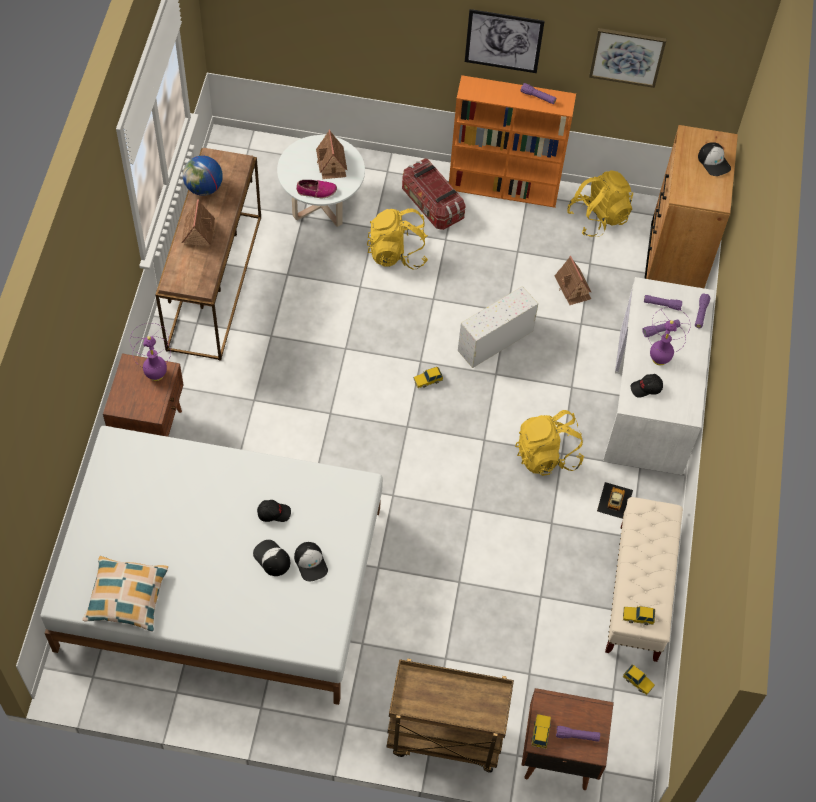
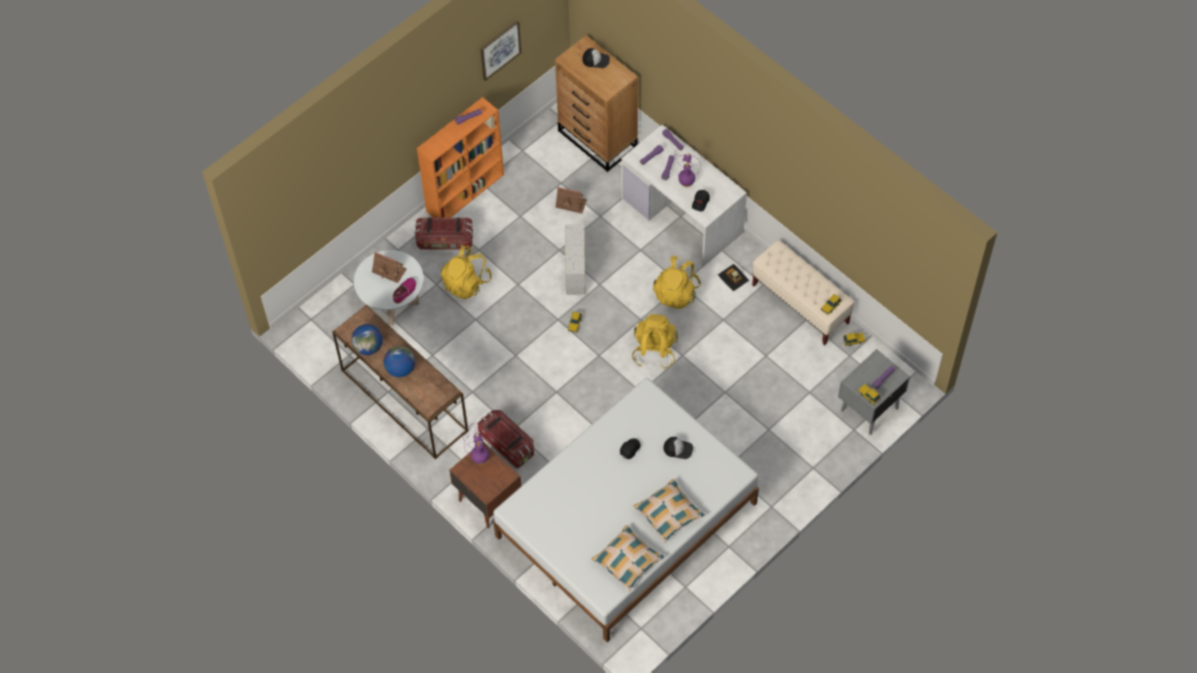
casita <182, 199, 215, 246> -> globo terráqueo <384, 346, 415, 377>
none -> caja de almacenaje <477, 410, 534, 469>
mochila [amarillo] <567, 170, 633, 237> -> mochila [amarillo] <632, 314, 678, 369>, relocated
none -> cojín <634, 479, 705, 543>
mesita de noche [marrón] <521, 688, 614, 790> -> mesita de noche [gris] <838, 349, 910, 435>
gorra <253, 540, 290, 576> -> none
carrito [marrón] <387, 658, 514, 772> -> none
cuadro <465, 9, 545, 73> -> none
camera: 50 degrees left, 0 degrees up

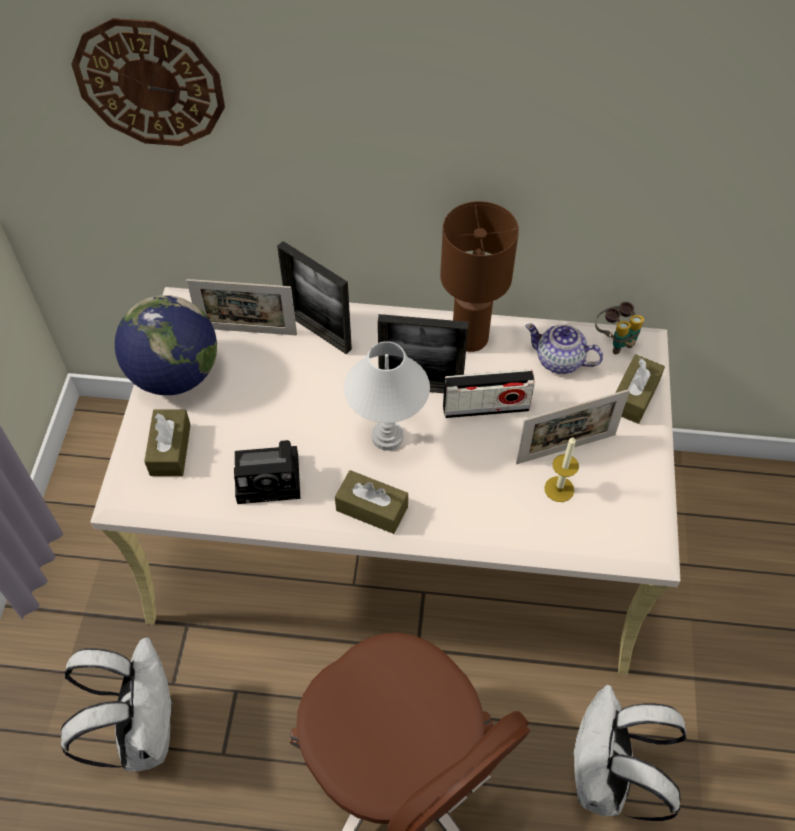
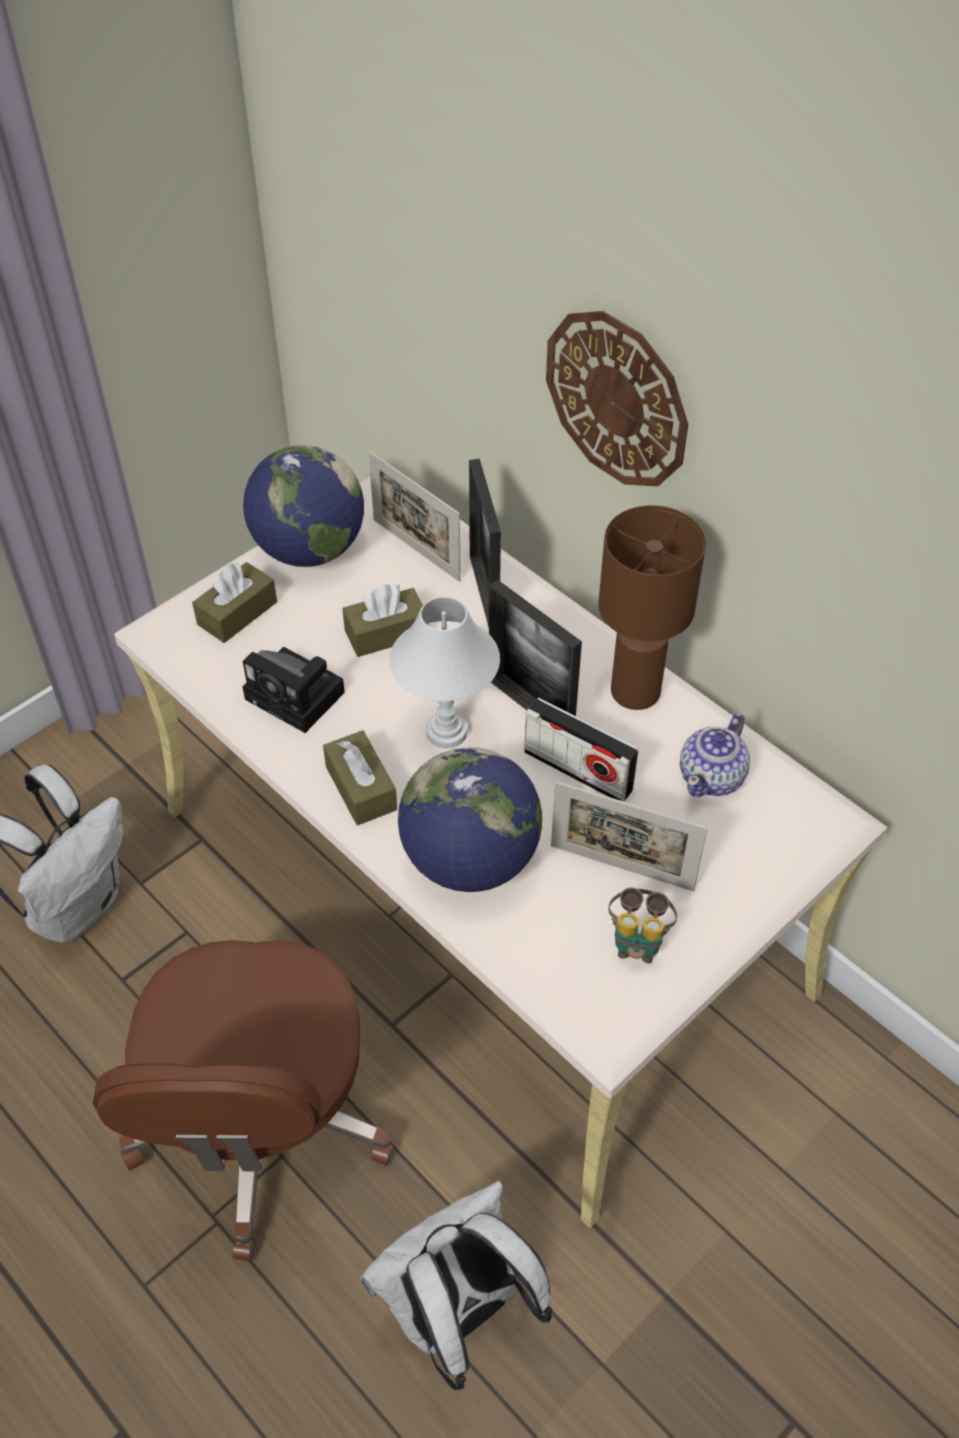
caja de pañuelos [marrón] <615, 354, 665, 424> -> caja de pañuelos [marrón] <342, 584, 428, 657>, relocated
none -> globo terráqueo <398, 747, 542, 892>
reloj de pared <71, 18, 225, 146> -> reloj de pared <546, 311, 688, 486>, relocated
prismáticos <595, 302, 644, 354> -> prismáticos <608, 887, 677, 963>, relocated
tetera <525, 324, 603, 374> -> tetera <680, 713, 750, 797>, 120 degrees counterclockwise
vela <544, 436, 579, 502> -> none
camera: 40 degrees right, 5 degrees down

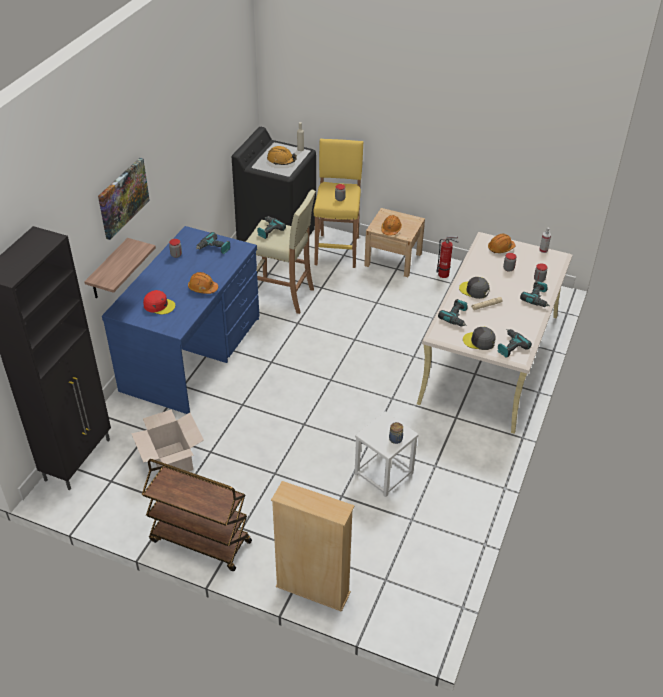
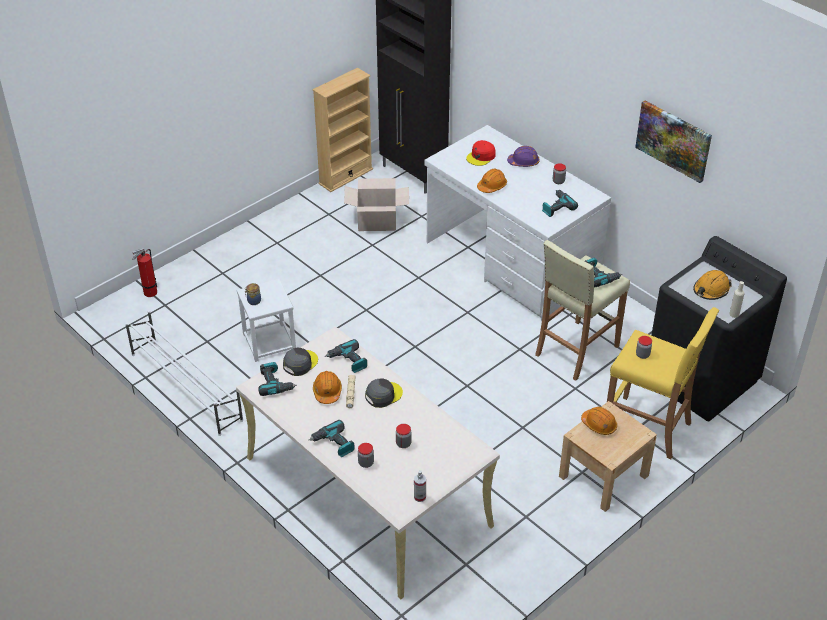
none -> zapatero [blanco] <125, 310, 243, 436>
extintor <436, 236, 458, 278> -> extintor <132, 248, 157, 297>, relocated
estantería [beis] <271, 481, 354, 612> -> estantería [beis] <312, 68, 373, 192>, relocated
casco [naranja] <488, 234, 515, 253> -> casco [naranja] <313, 371, 342, 404>, relocated
escritorio [azul] <102, 226, 259, 414> -> escritorio [blanco] <425, 125, 611, 321>
none -> casco [morado] <507, 146, 540, 167>
cuadro <98, 158, 150, 240> -> cuadro <635, 101, 712, 183>, relocated
estante <84, 238, 156, 298> -> none
carrito [marrón] <142, 459, 252, 571> -> none
camera: 115 degrees right, 0 degrees up

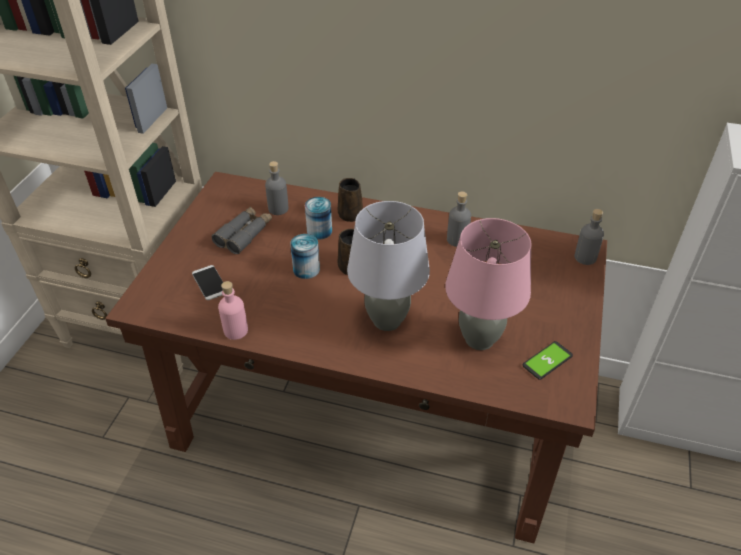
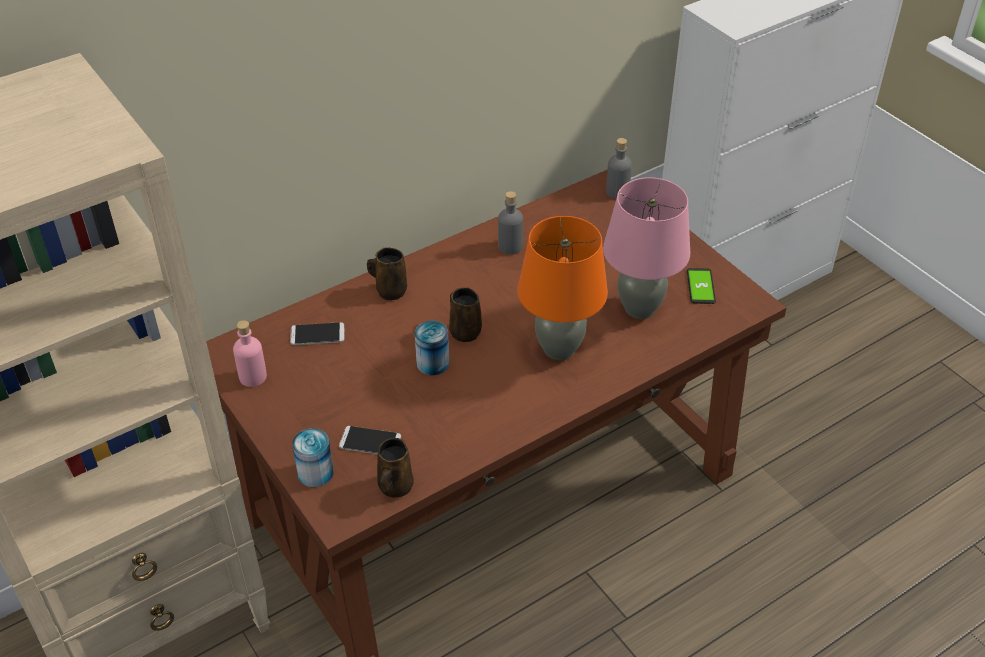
botella [rosa] <218, 281, 248, 340> -> botella [rosa] <233, 320, 267, 387>, relocated
botella [gris] <265, 161, 289, 215> -> móvil <290, 322, 344, 345>
lata <305, 197, 332, 240> -> lata <292, 428, 334, 487>, relocated
none -> taza grande [marrón] <377, 438, 414, 498>
lámpara de mesa [gris] <347, 201, 430, 331> -> lámpara de mesa [naranja] <518, 216, 608, 360>
prismáticos [gris] <212, 206, 272, 254> -> none
camera: 50 degrees left, 0 degrees up

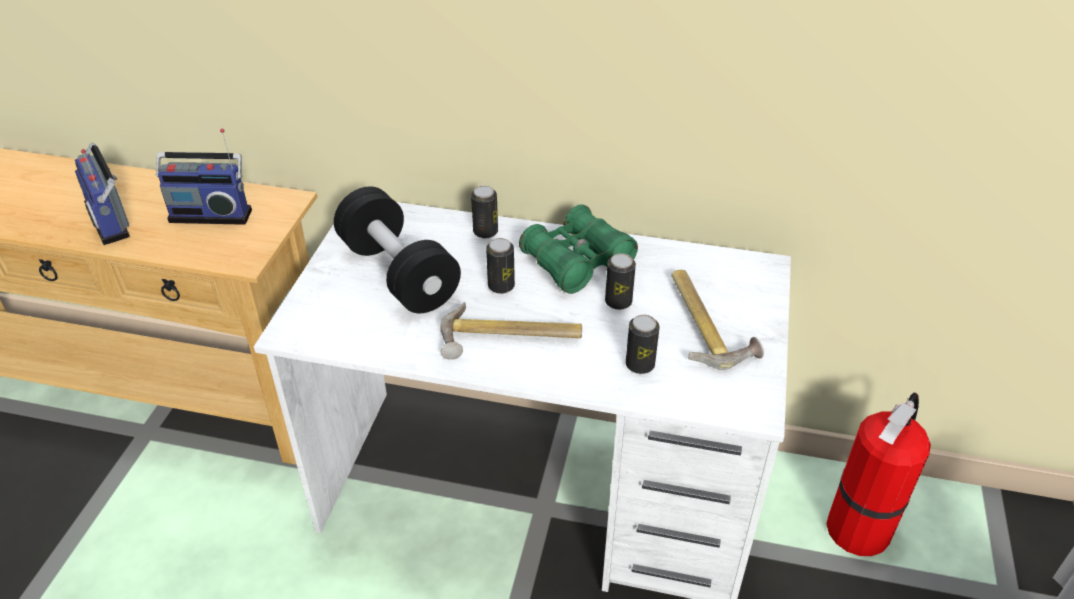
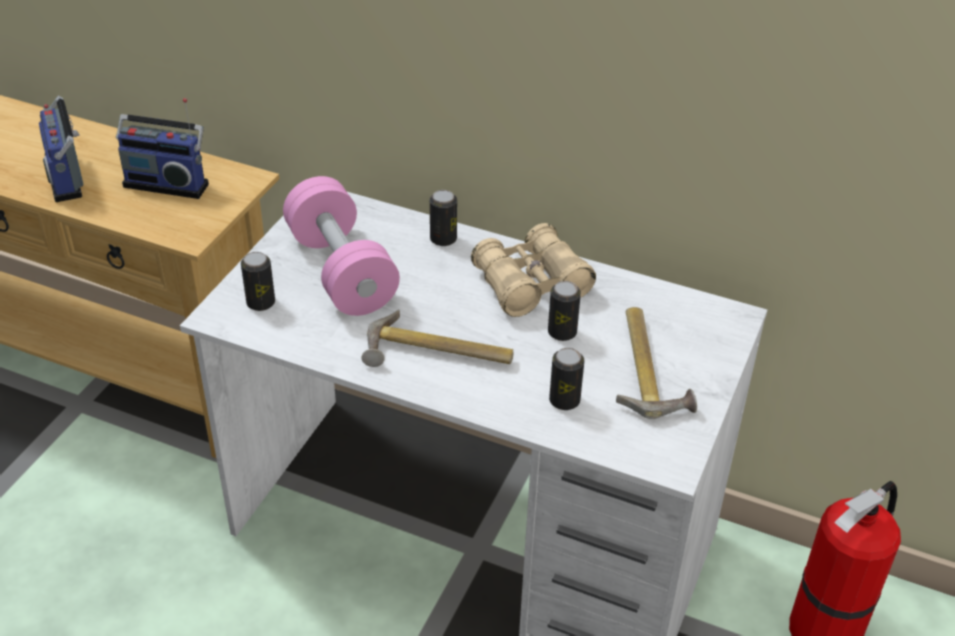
lata <486, 238, 515, 294> -> lata <241, 252, 275, 311>, relocated
mancuerna [negro] <334, 186, 461, 313> -> mancuerna [rosa] <283, 176, 400, 316>
prismáticos [verde] <519, 204, 638, 294> -> prismáticos [beis] <471, 223, 596, 317>
camera: 10 degrees right, 0 degrees up

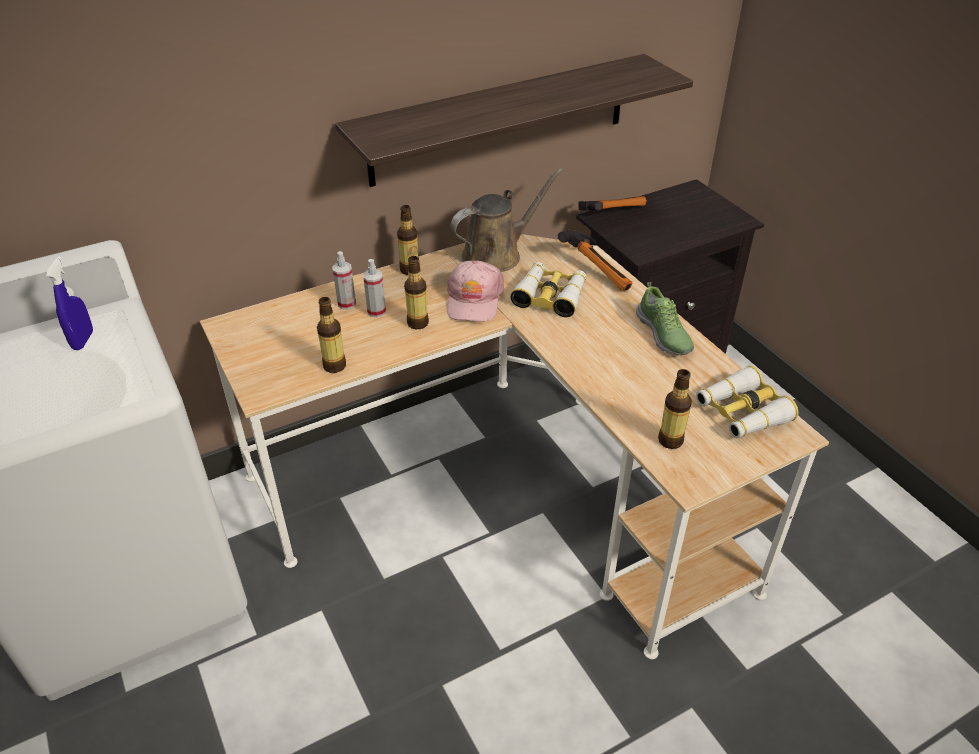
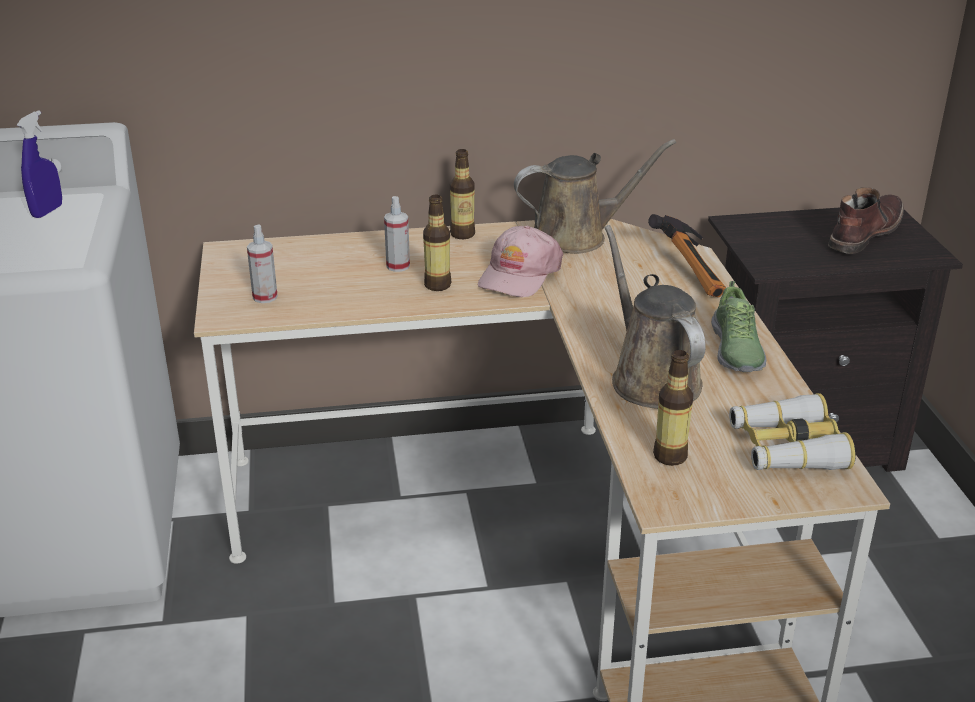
pulverizador <332, 251, 356, 309> -> pulverizador <247, 224, 278, 303>, relocated
none -> regadera [marrón] <604, 225, 705, 409>
none -> bota [marrón] <828, 187, 904, 254>
botella <317, 297, 346, 373> -> none
estante <335, 54, 693, 187> -> none
prismáticos <510, 262, 587, 317> -> none
martillo <578, 196, 647, 211> -> none
camera: 20 degrees right, 10 degrees down

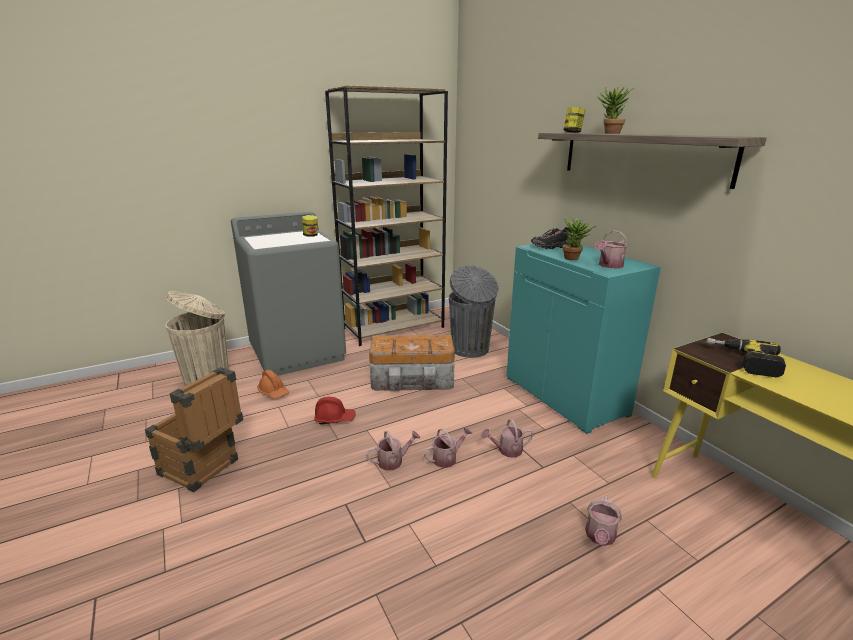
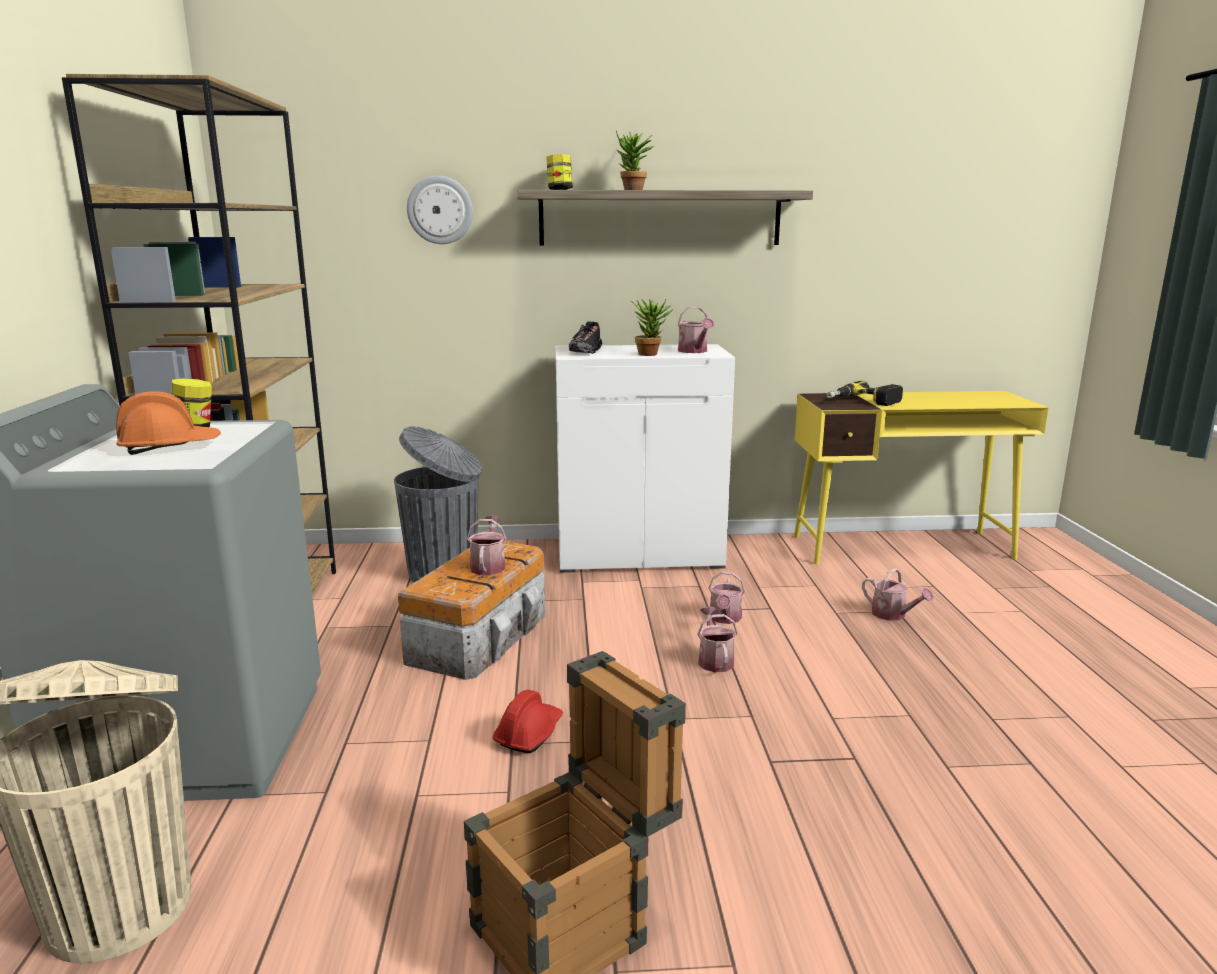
casco [naranja] <257, 370, 289, 399> -> casco [naranja] <116, 391, 221, 455>, relocated
none -> reloj de pared <407, 176, 473, 244>
regadera <366, 431, 420, 471> -> regadera <467, 516, 506, 575>, relocated
armario [turquesa] <506, 244, 661, 434> -> armario [blanco] <555, 344, 735, 573>
camera: 65 degrees left, 5 degrees down

